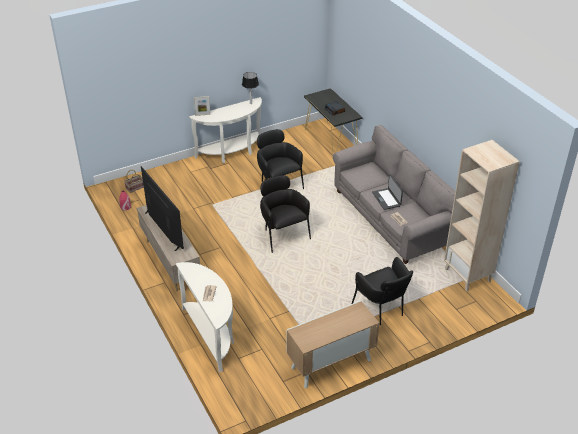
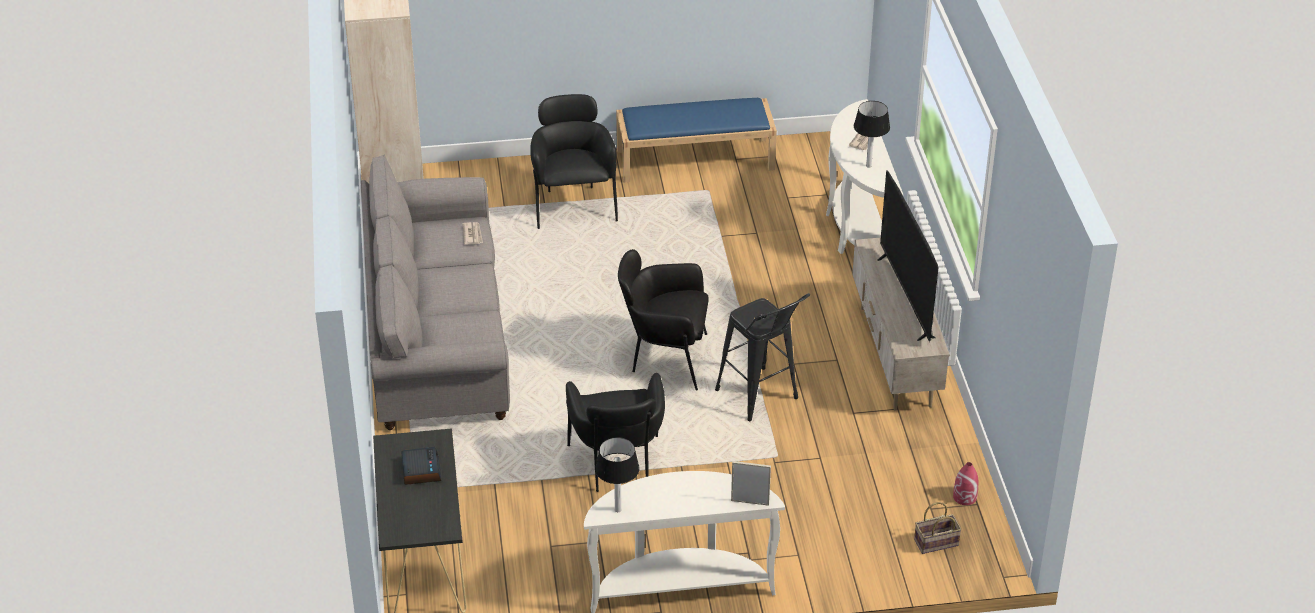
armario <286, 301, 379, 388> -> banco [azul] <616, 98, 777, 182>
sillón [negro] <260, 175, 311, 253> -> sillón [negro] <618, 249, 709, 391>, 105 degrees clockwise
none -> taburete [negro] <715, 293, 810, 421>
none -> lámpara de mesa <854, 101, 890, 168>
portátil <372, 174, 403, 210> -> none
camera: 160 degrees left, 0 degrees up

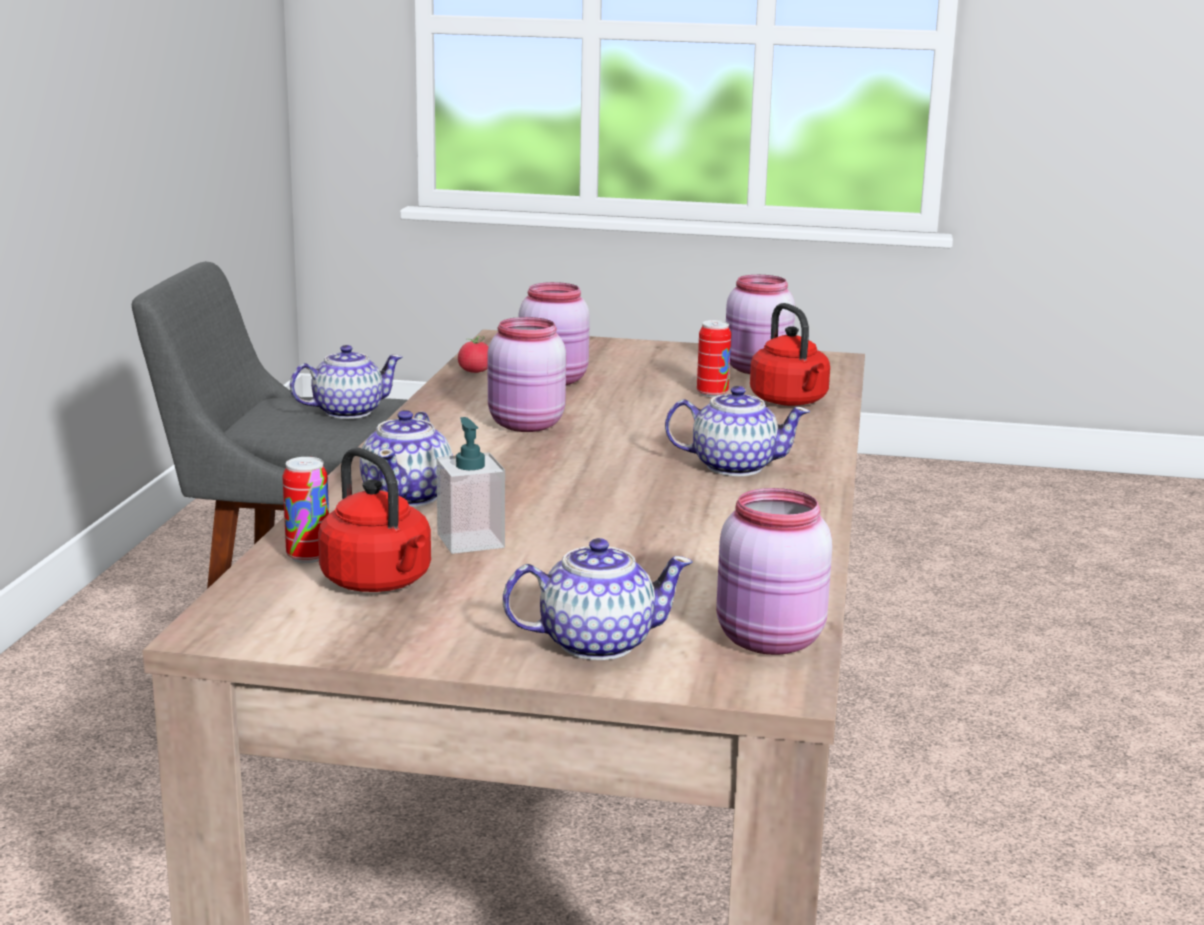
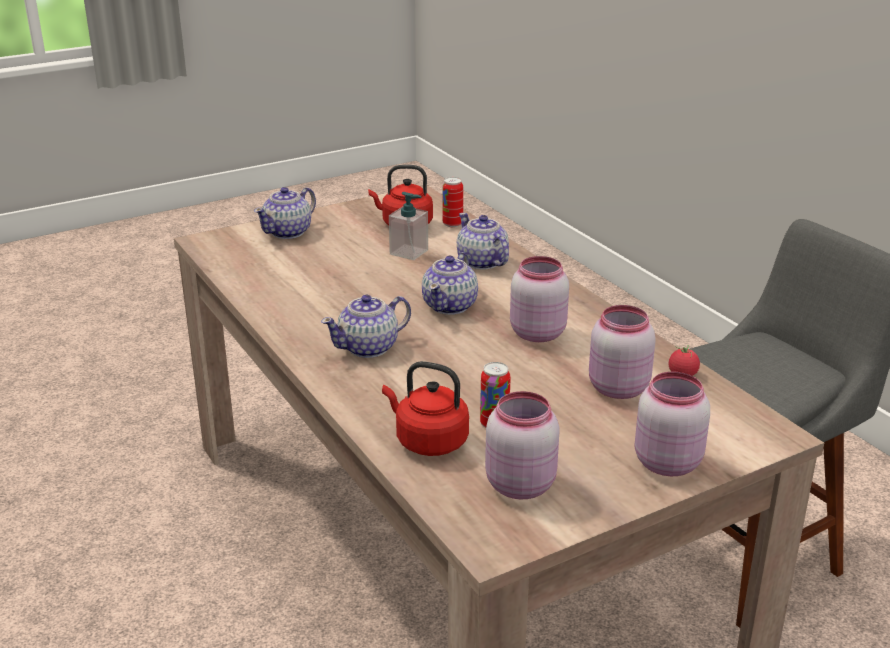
tetera <290, 345, 402, 419> -> tetera <422, 252, 478, 315>, relocated
tarro [rosa] <716, 488, 832, 655> -> tarro [rosa] <635, 372, 710, 476>, relocated
camera: 140 degrees right, 10 degrees up

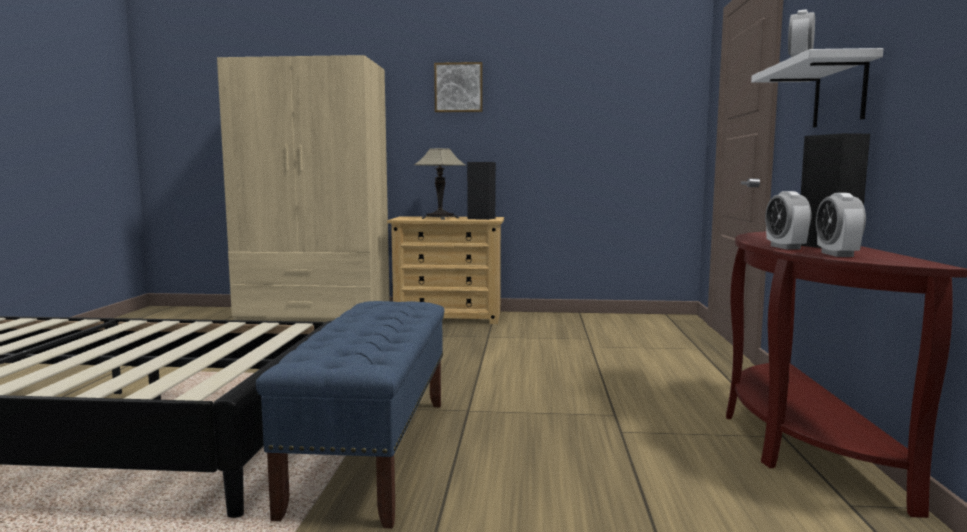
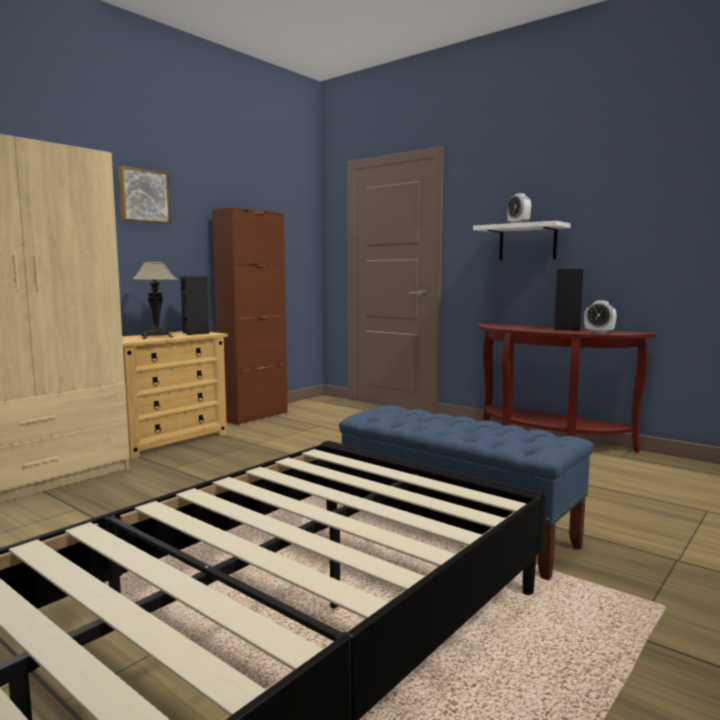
none -> armario [marrón] <212, 207, 288, 425>
despertador <765, 191, 811, 250> -> none
camera: 55 degrees left, 0 degrees up

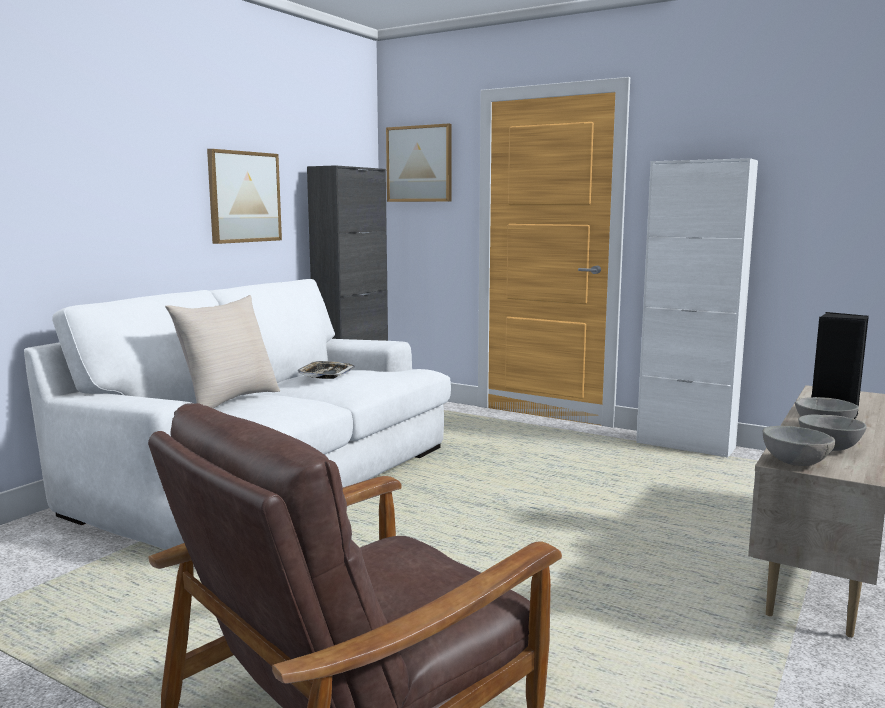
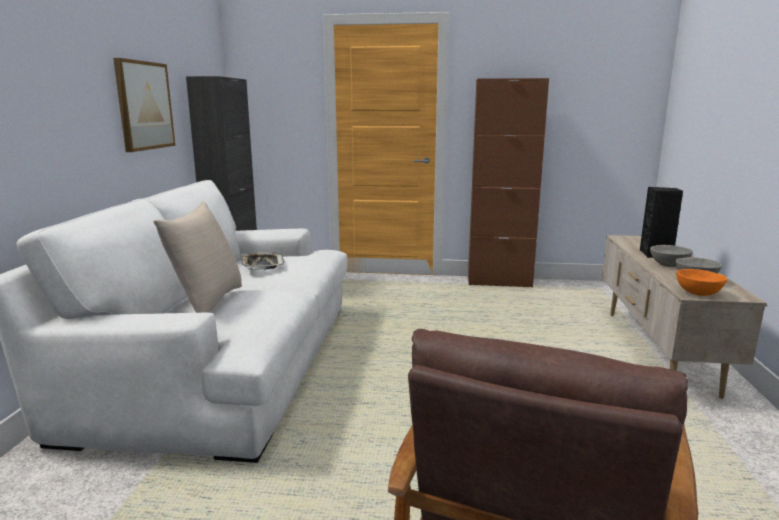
armario [blanco] <636, 158, 758, 458> -> armario [marrón] <468, 78, 549, 287>
cuenco [gris] <763, 426, 836, 466> -> cuenco [naranja] <676, 269, 727, 296>
cuadro <386, 123, 452, 202> -> none
camera: 25 degrees left, 5 degrees up

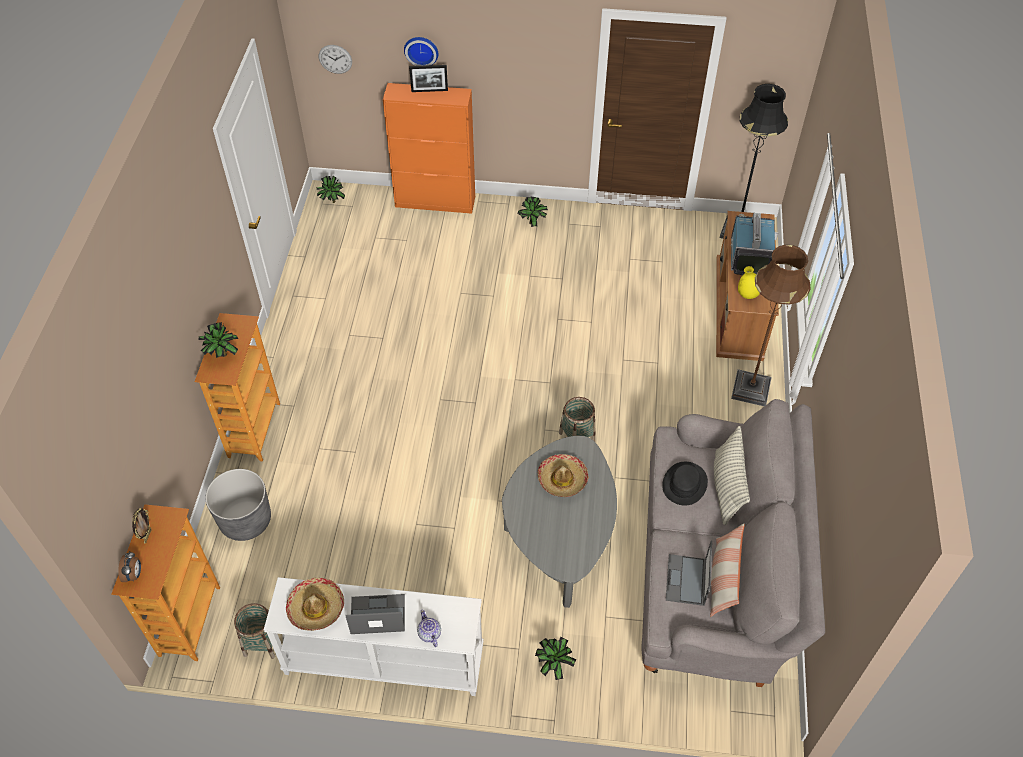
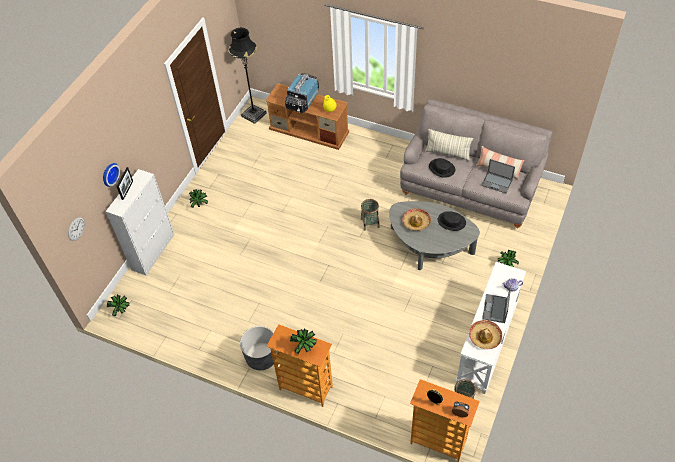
armario [naranja] <383, 83, 475, 214> -> armario [blanco] <106, 169, 175, 275>
maceta [gris] <205, 469, 271, 541> -> maceta [gris] <240, 326, 278, 370>, relocated
televisor <731, 213, 778, 275> -> televisor <285, 73, 319, 113>, 90 degrees counterclockwise
none -> sombrero [negro] <438, 211, 466, 231>
lámpara de pie [marrón] <731, 245, 811, 406> -> none
camera: 70 degrees left, 0 degrees up

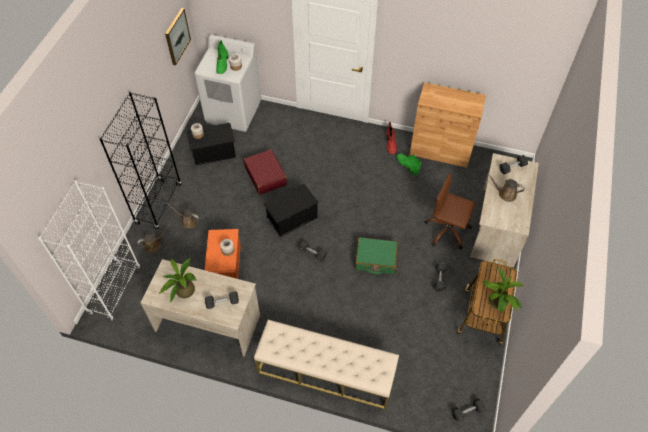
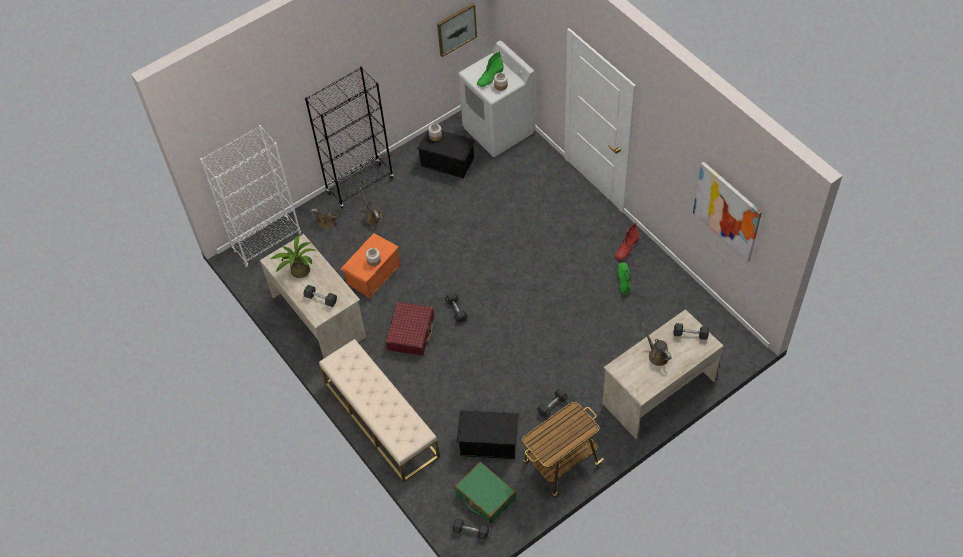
maleta [rojo] <244, 149, 287, 195> -> maleta [rojo] <386, 302, 434, 356>, relocated
maleta [verde] <355, 237, 398, 274> -> maleta [verde] <455, 462, 516, 524>, relocated
caja de almacenaje [negro] <263, 184, 319, 237> -> caja de almacenaje [negro] <457, 410, 519, 459>, relocated
none -> cuadro <693, 162, 762, 262>
armario [marrón] <410, 82, 486, 168> -> none
silla de oficina [marrón] <424, 173, 476, 249> -> none
planta en maceta <482, 266, 524, 312> -> none
camera: 40 degrees right, 0 degrees up

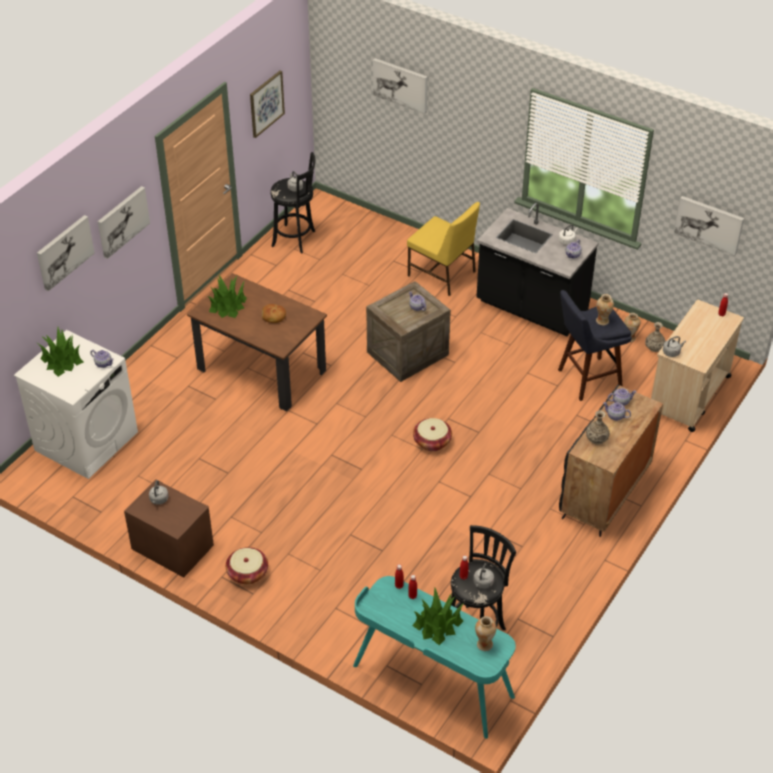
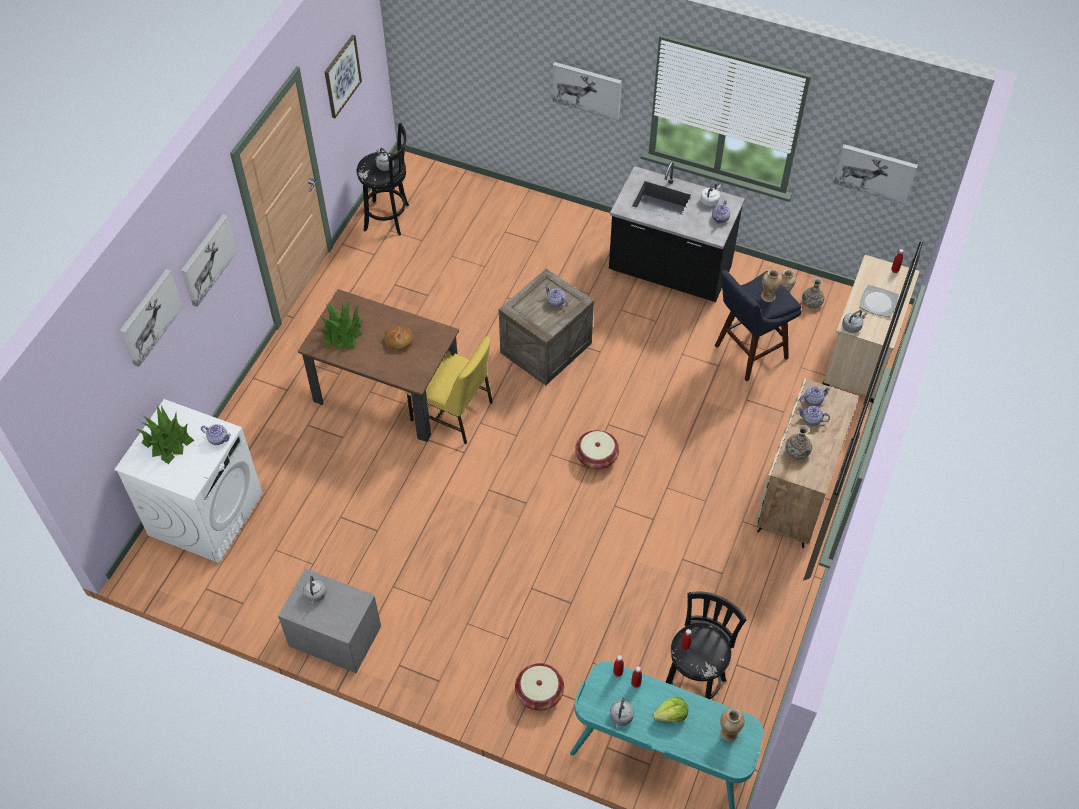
mesita de noche [marrón] <124, 479, 214, 578> -> mesita de noche [gris] <278, 569, 381, 673>
silla [amarillo] <407, 202, 480, 296> -> silla [amarillo] <405, 336, 493, 444>, relocated
cesta <226, 547, 268, 585> -> cesta <515, 663, 564, 711>, relocated
cuadro <373, 58, 428, 114> -> cuadro <552, 62, 622, 120>, relocated
hervidor [gris] <473, 563, 494, 589> -> hervidor [gris] <610, 698, 634, 728>, relocated
planta en maceta <412, 588, 464, 645> -> lechuga <653, 697, 688, 722>
armario [negro] <559, 384, 663, 537> -> armario [beis] <755, 379, 859, 548>
none -> plato <859, 285, 899, 317>
camera: 10 degrees left, 10 degrees up

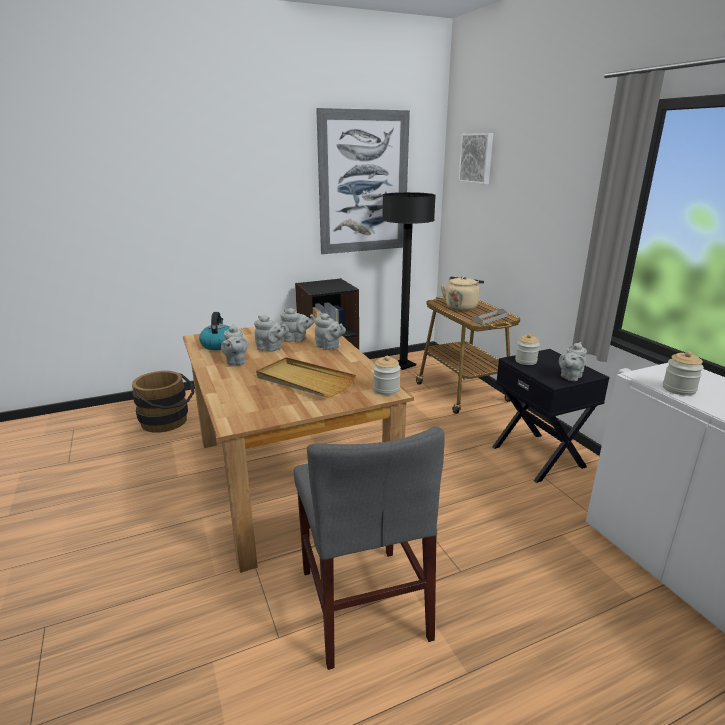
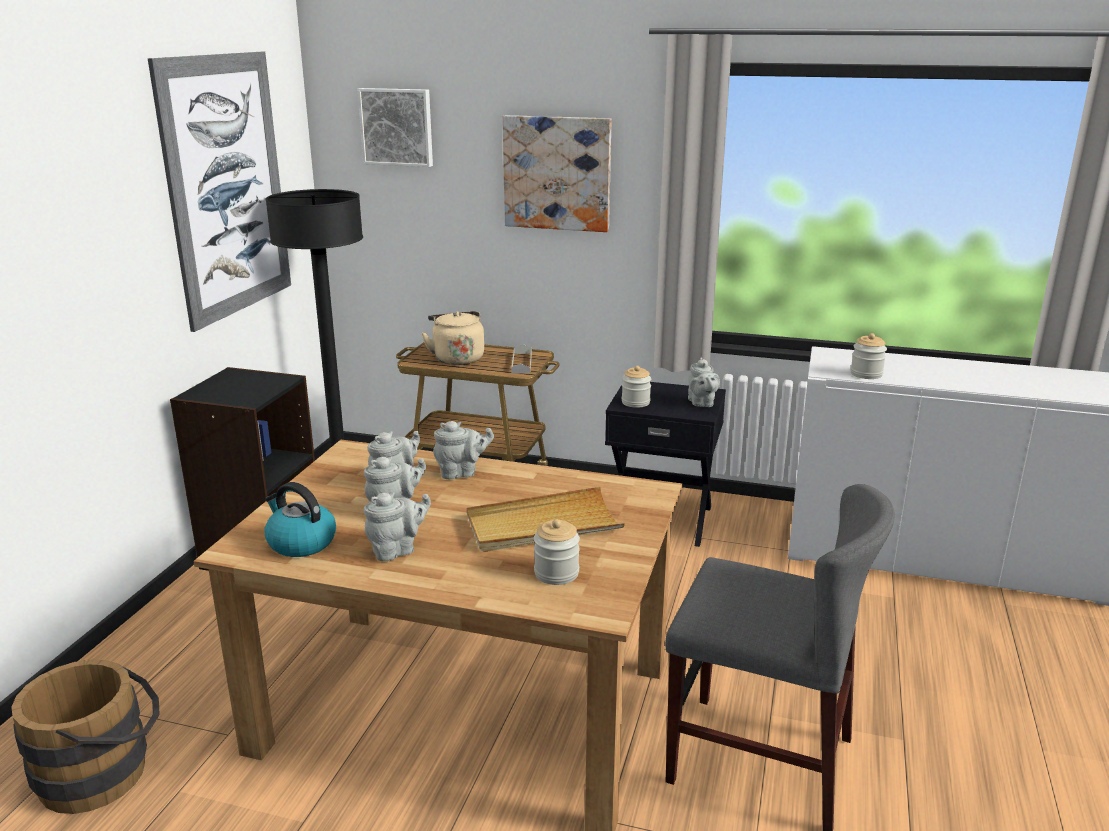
tetera [gris] <221, 324, 248, 365> -> tetera [gris] <364, 492, 431, 561>, 60 degrees counterclockwise
none -> cuadro <502, 115, 612, 232>
tarro <373, 356, 401, 395> -> tarro <534, 519, 580, 585>, relocated
camera: 50 degrees left, 0 degrees up

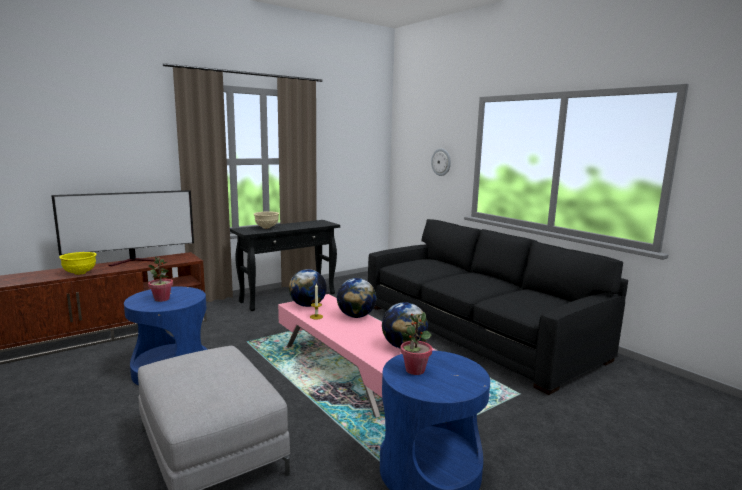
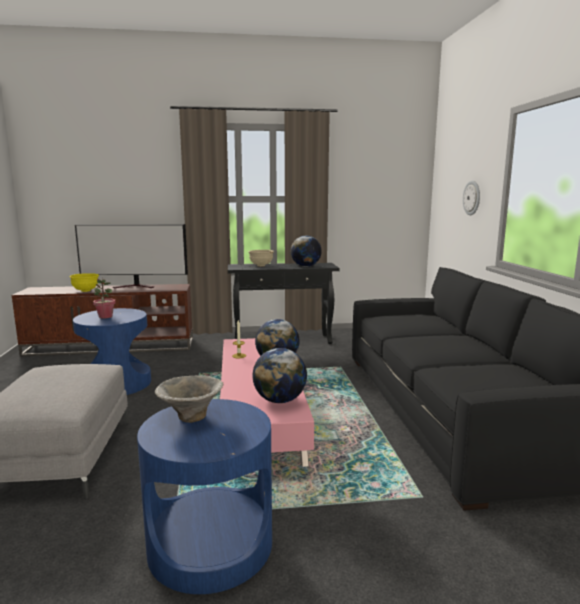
planta en maceta <400, 312, 432, 375> -> cuenco <155, 375, 223, 423>
globo terráqueo <289, 269, 327, 307> -> globo terráqueo <291, 236, 322, 267>, relocated
camera: 30 degrees right, 0 degrees up

